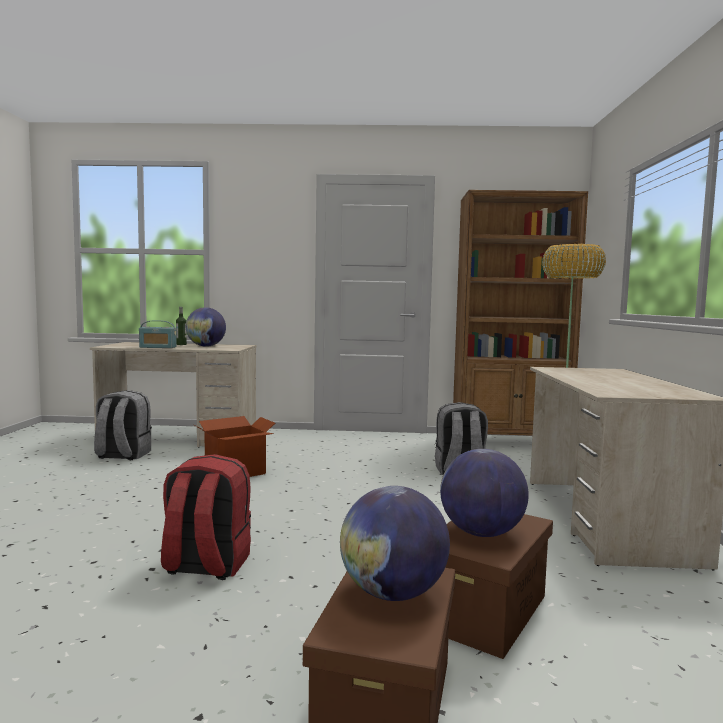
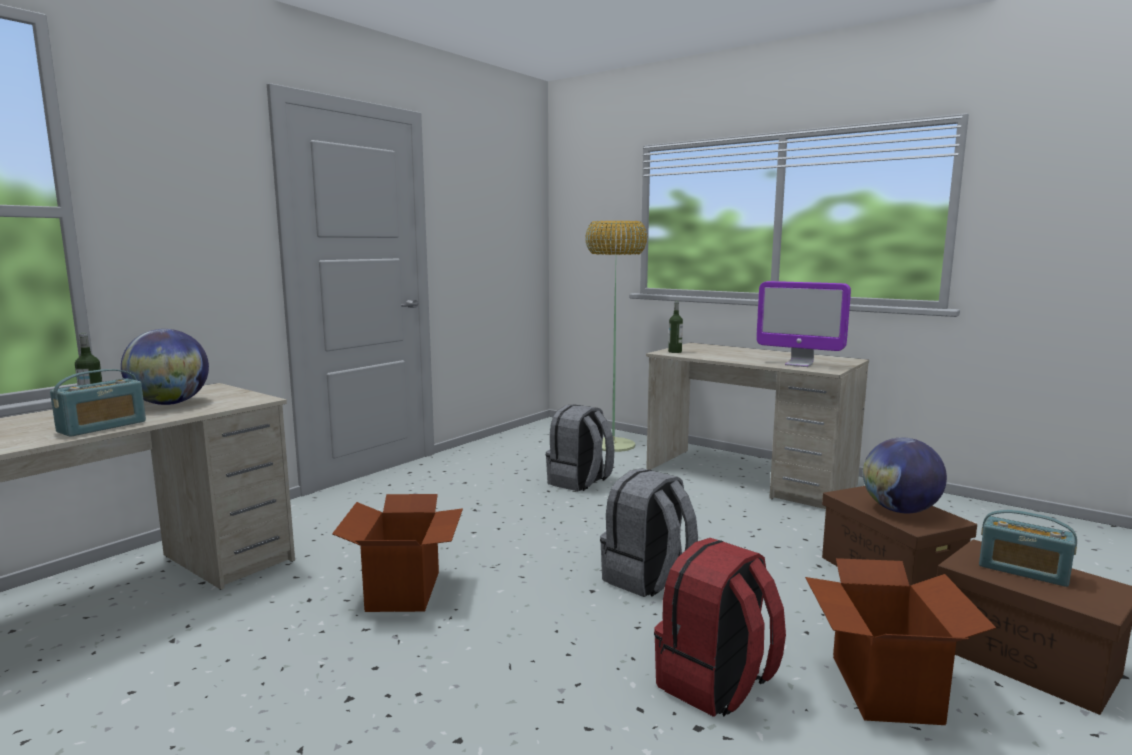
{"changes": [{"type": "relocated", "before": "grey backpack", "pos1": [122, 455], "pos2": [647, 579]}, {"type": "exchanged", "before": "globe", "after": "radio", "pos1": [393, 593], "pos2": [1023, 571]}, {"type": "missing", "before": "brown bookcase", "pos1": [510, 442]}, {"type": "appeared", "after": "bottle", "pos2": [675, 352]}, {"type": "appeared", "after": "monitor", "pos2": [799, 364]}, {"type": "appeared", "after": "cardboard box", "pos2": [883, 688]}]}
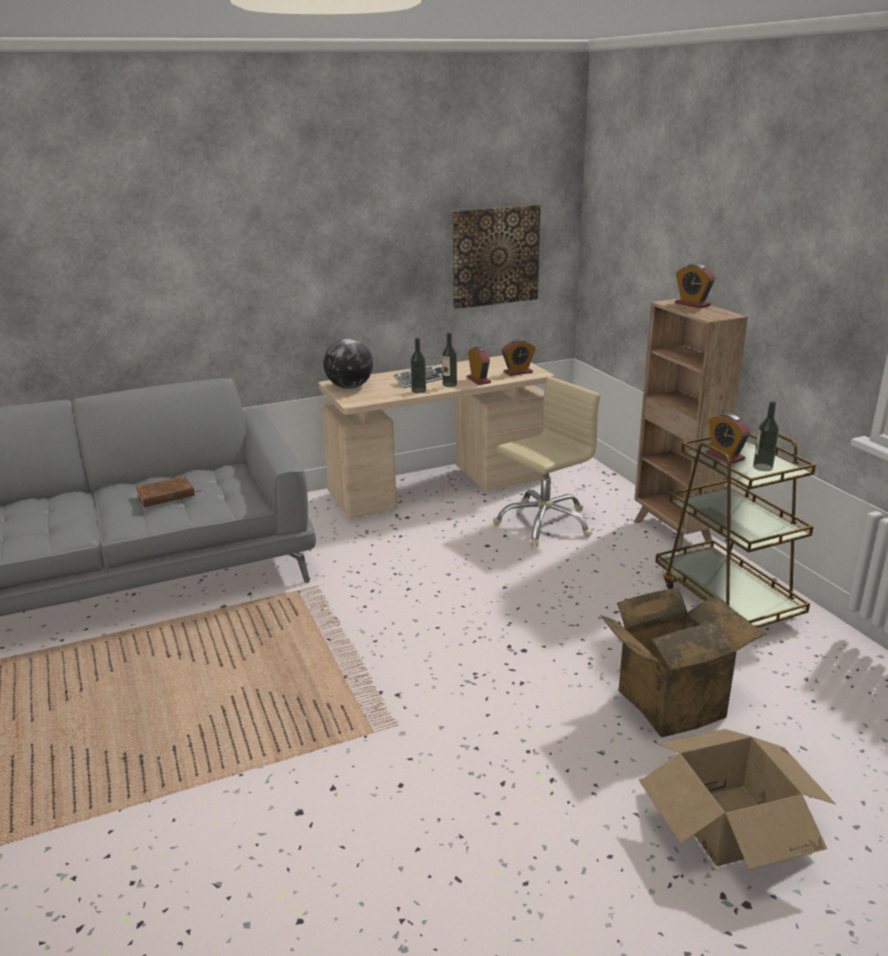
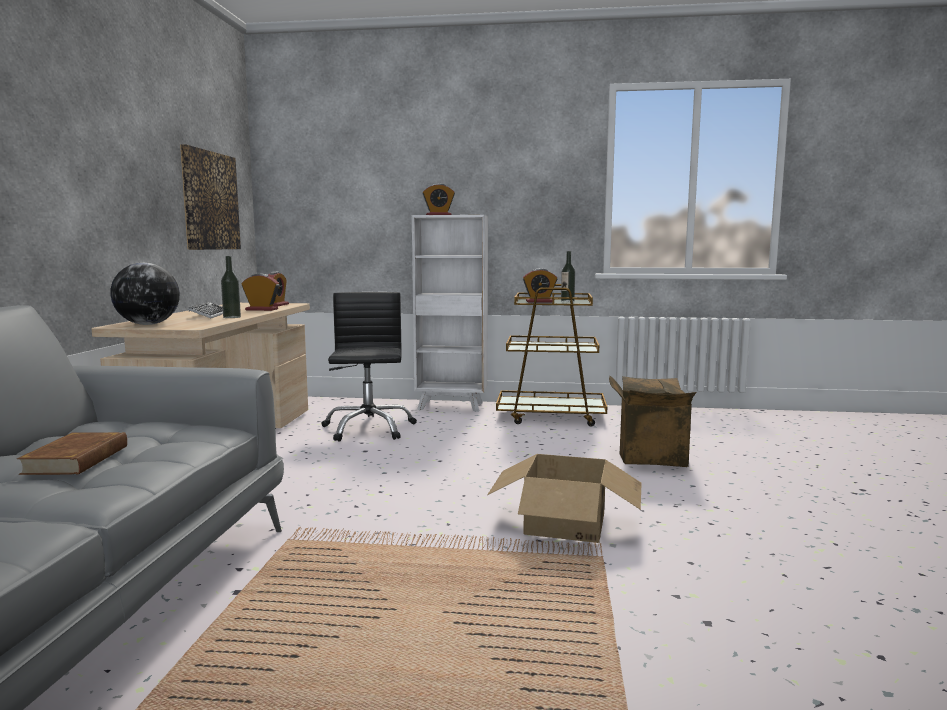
{"changes": [{"type": "missing", "before": "bottle", "pos1": [449, 384]}, {"type": "colour", "before": "beige office chair", "after": "black office chair", "pos1": [544, 523], "pos2": [368, 428]}, {"type": "colour", "before": "brown bookcase", "after": "white bookcase", "pos1": [673, 533], "pos2": [452, 406]}, {"type": "relocated", "before": "cardboard box", "pos1": [731, 823], "pos2": [565, 523]}]}
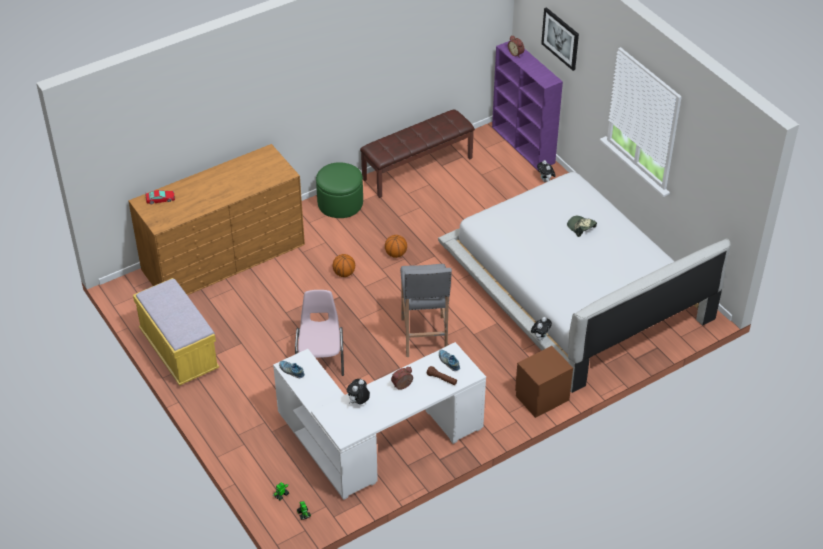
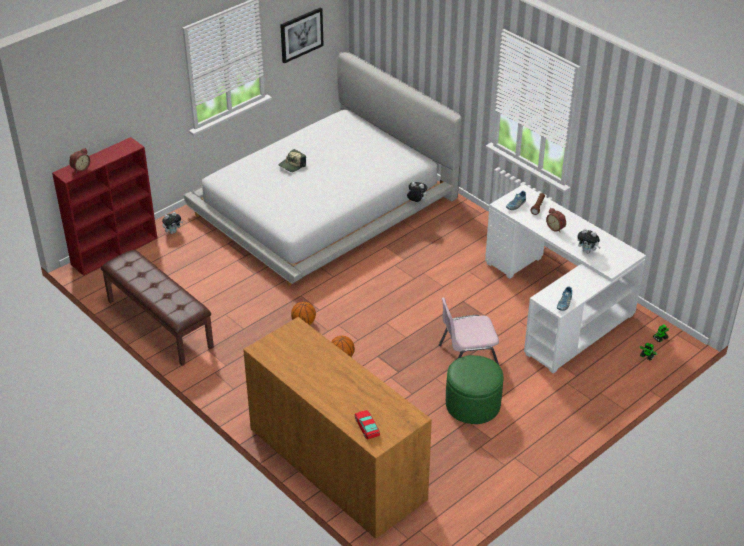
{"changes": [{"type": "missing", "before": "yellow bench", "pos1": [179, 351]}, {"type": "relocated", "before": "green ottoman", "pos1": [340, 203], "pos2": [473, 404]}, {"type": "missing", "before": "grey stool", "pos1": [424, 337]}, {"type": "colour", "before": "purple bookcase", "after": "red bookcase", "pos1": [523, 145], "pos2": [115, 250]}, {"type": "missing", "before": "brown nightstand", "pos1": [541, 397]}, {"type": "relocated", "before": "picture", "pos1": [560, 38], "pos2": [301, 34]}]}
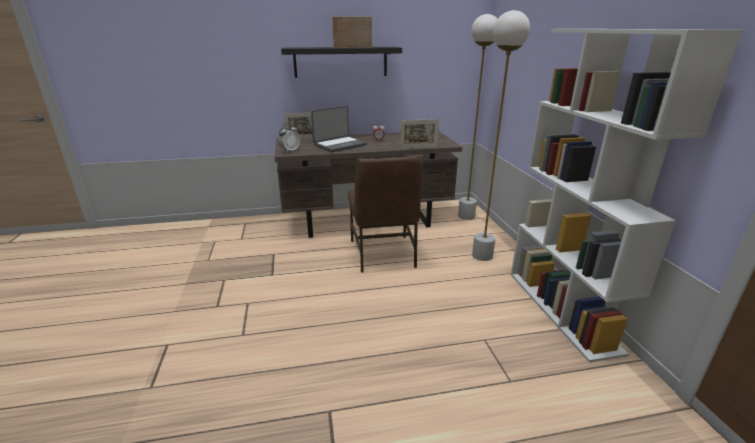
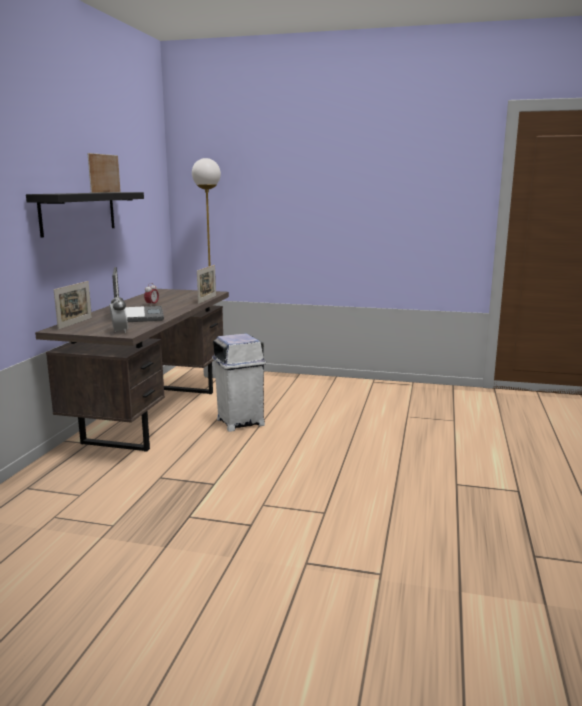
{"changes": [{"type": "exchanged", "before": "brown chair", "after": "white trash can", "pos1": [383, 254], "pos2": [240, 422]}, {"type": "missing", "before": "white floor lamp", "pos1": [482, 256]}, {"type": "missing", "before": "white bookcase", "pos1": [562, 310]}]}
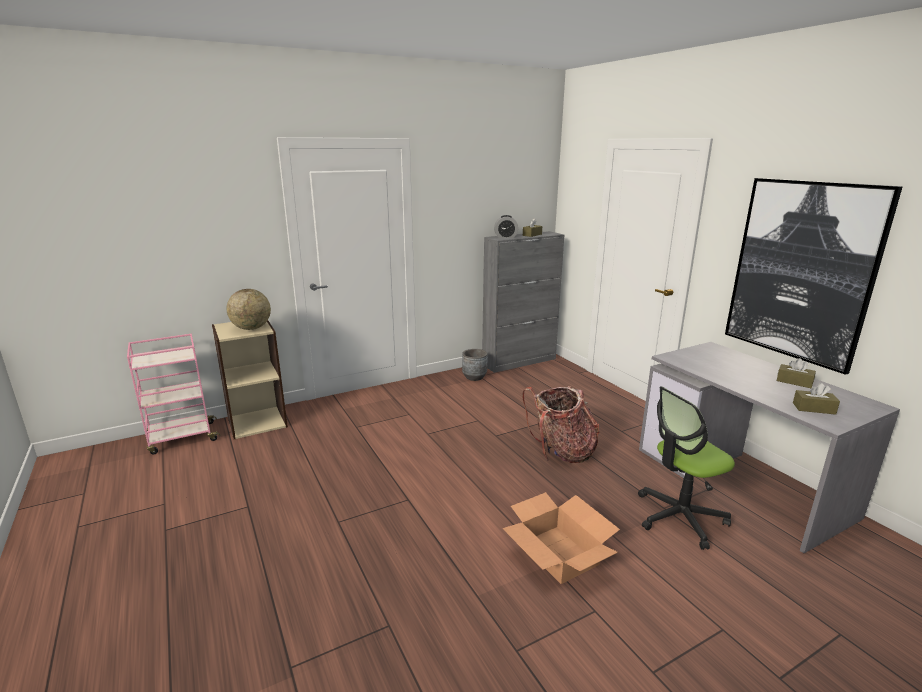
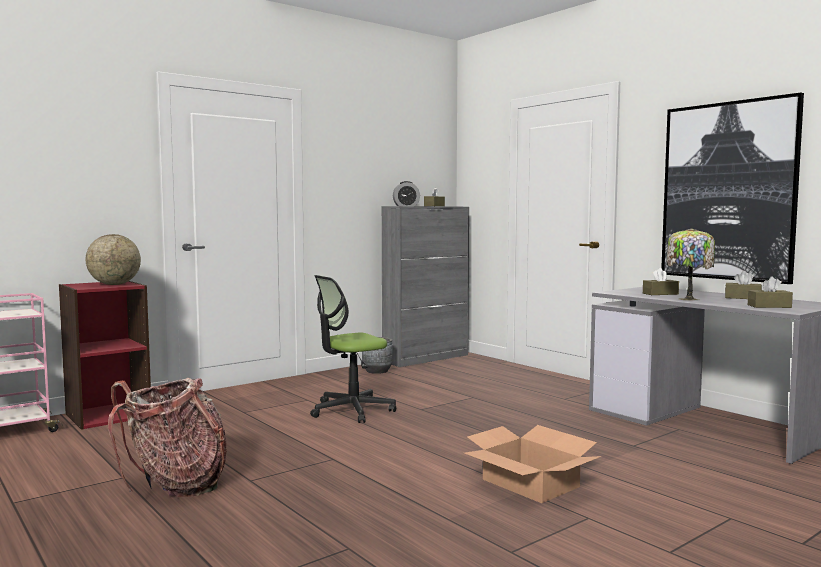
{"changes": [{"type": "colour", "before": "beige bookcase", "after": "red bookcase", "pos1": [257, 422], "pos2": [108, 415]}, {"type": "relocated", "before": "backpack", "pos1": [561, 452], "pos2": [175, 485]}, {"type": "relocated", "before": "office chair", "pos1": [679, 517], "pos2": [351, 410]}, {"type": "appeared", "after": "brown tissue box", "pos2": [660, 294]}, {"type": "appeared", "after": "table lamp", "pos2": [687, 299]}]}
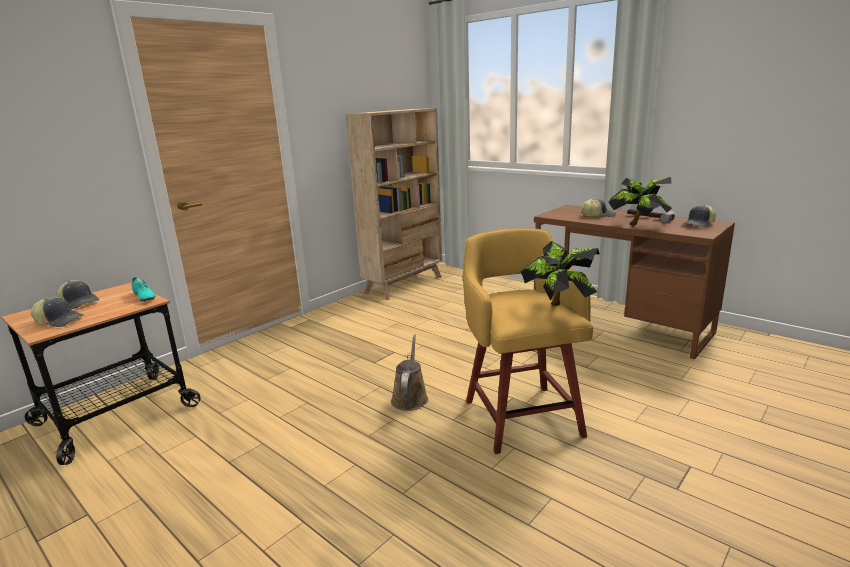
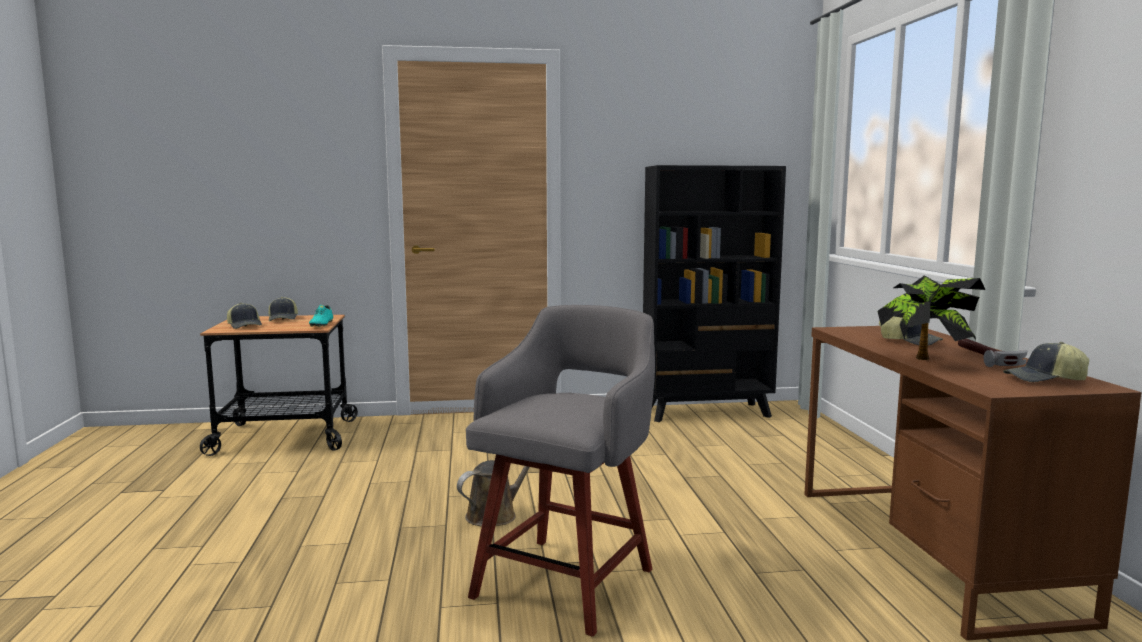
{"changes": [{"type": "colour", "before": "beige bookcase", "after": "black bookcase", "pos1": [404, 284], "pos2": [707, 412]}, {"type": "colour", "before": "yellow stool", "after": "grey stool", "pos1": [521, 415], "pos2": [567, 580]}, {"type": "missing", "before": "potted plant", "pos1": [558, 308]}]}
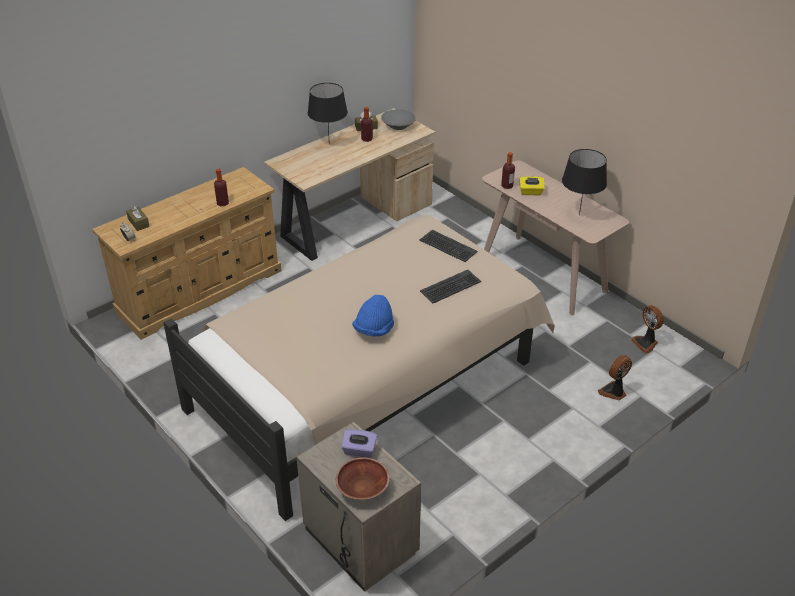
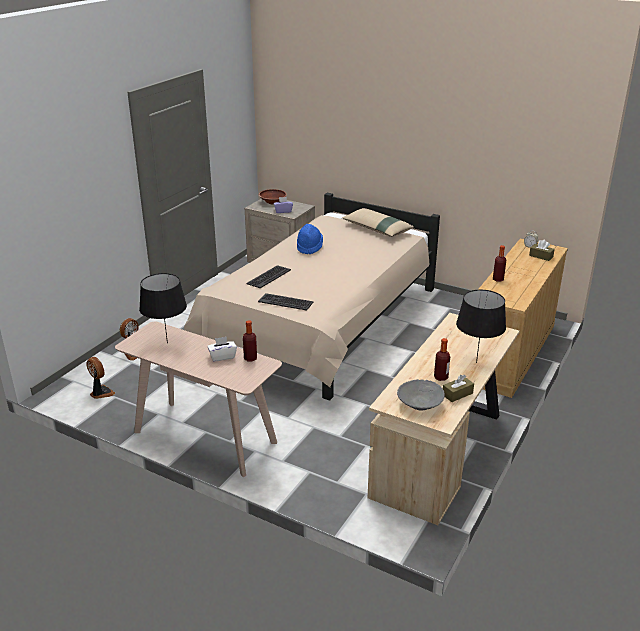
{"changes": [{"type": "colour", "before": "yellow tissue box", "after": "white tissue box", "pos1": [531, 192], "pos2": [222, 356]}, {"type": "appeared", "after": "beige pillow", "pos2": [376, 229]}]}
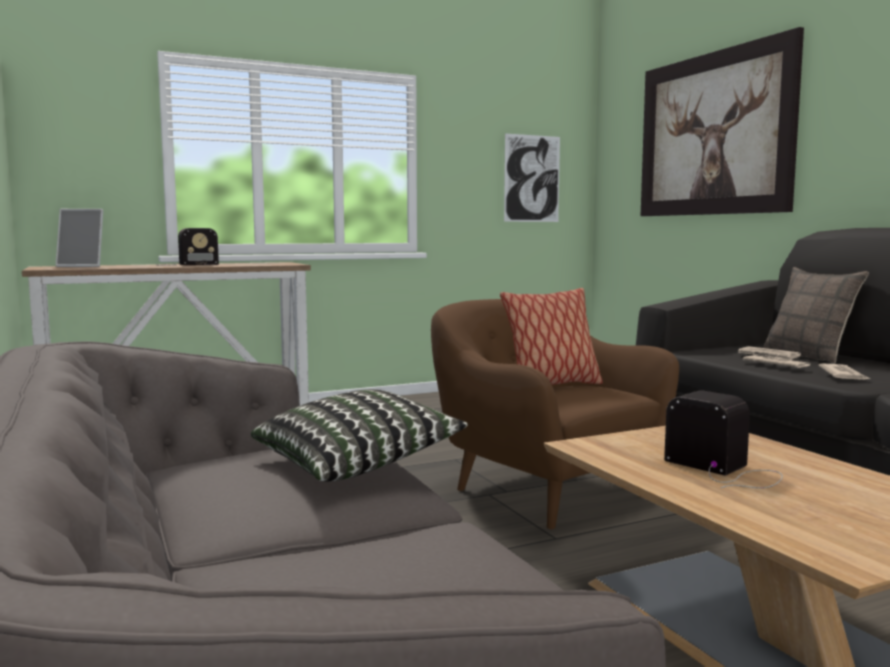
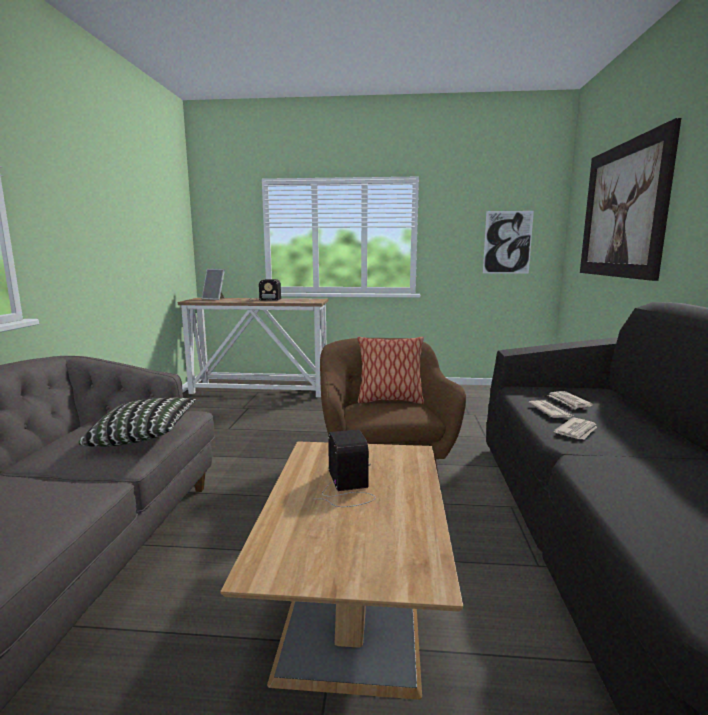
{"changes": [{"type": "missing", "before": "pillow", "pos1": [809, 355]}]}
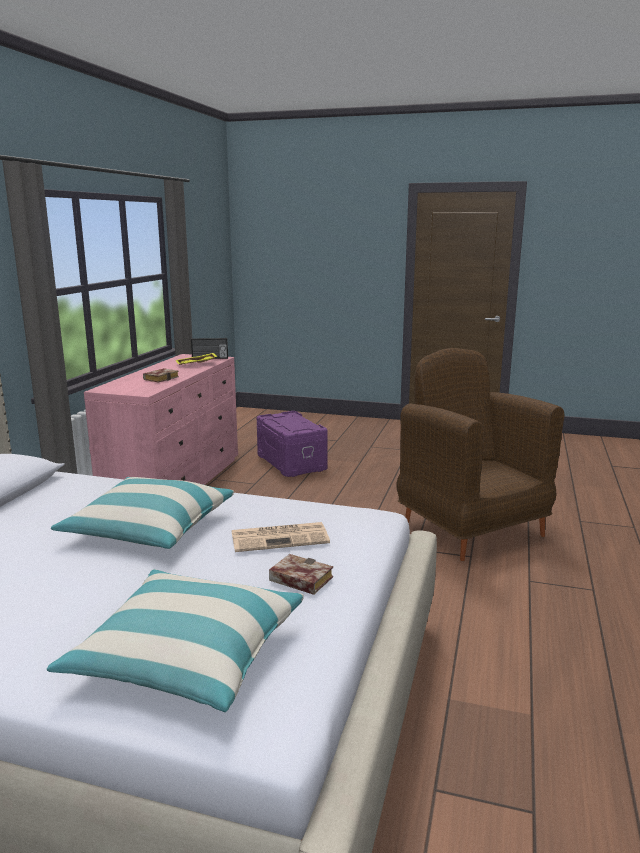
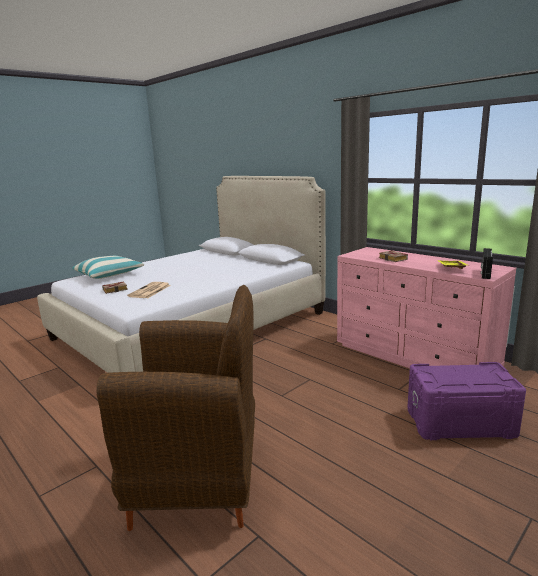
{"changes": [{"type": "missing", "before": "pillow", "pos1": [149, 528]}]}
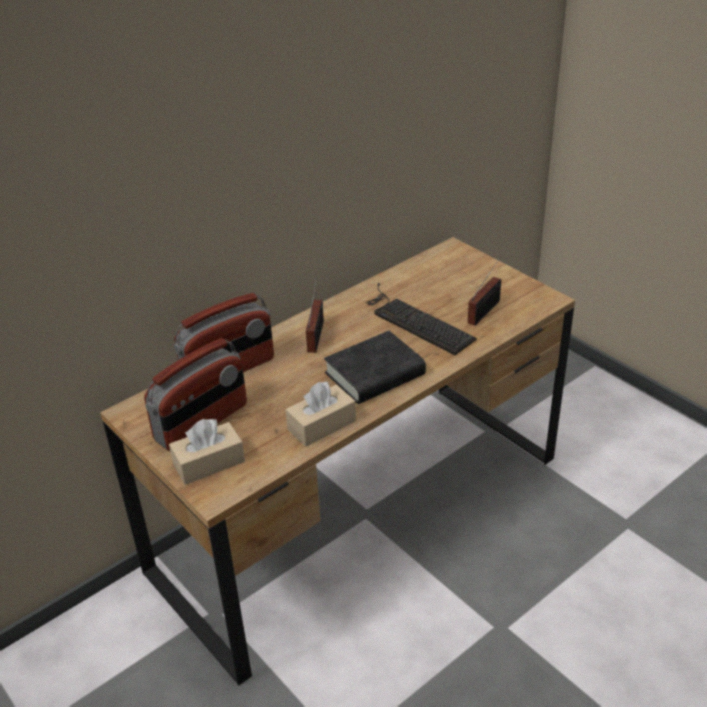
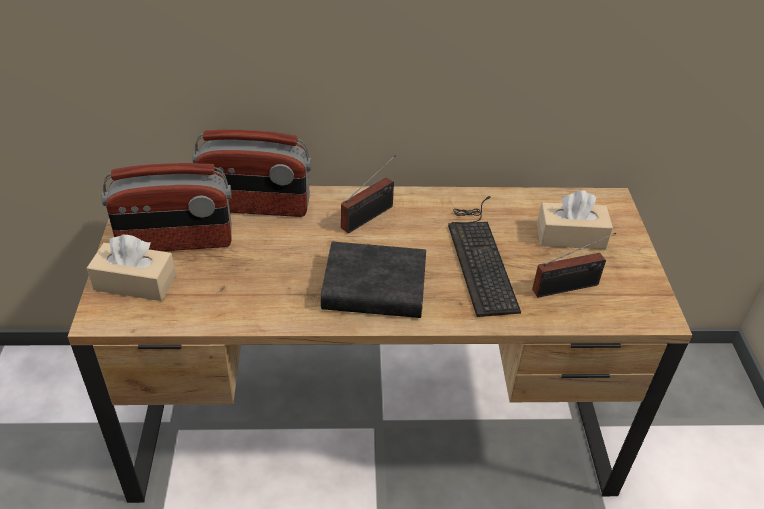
{"changes": [{"type": "relocated", "before": "beige tissue box", "pos1": [321, 425], "pos2": [570, 236]}]}
